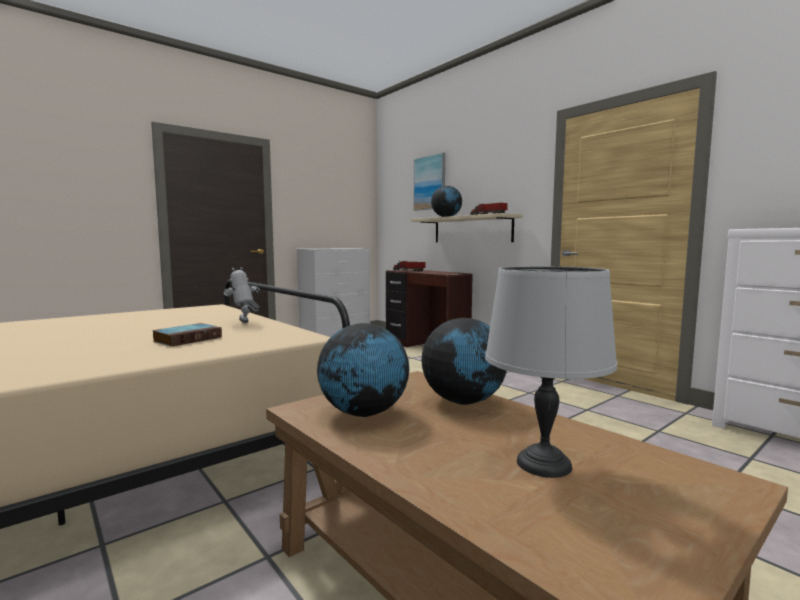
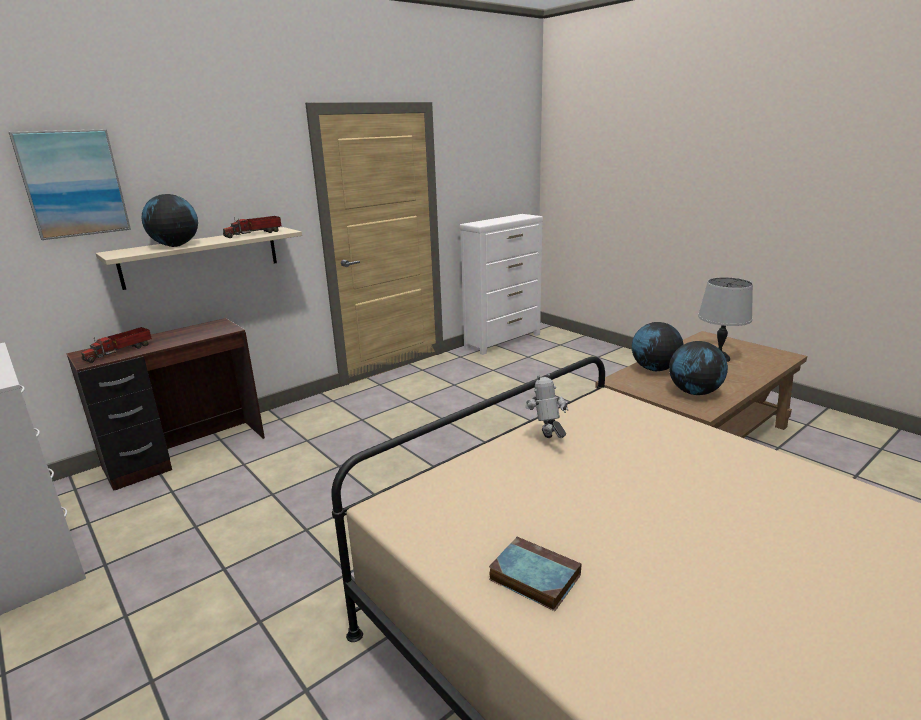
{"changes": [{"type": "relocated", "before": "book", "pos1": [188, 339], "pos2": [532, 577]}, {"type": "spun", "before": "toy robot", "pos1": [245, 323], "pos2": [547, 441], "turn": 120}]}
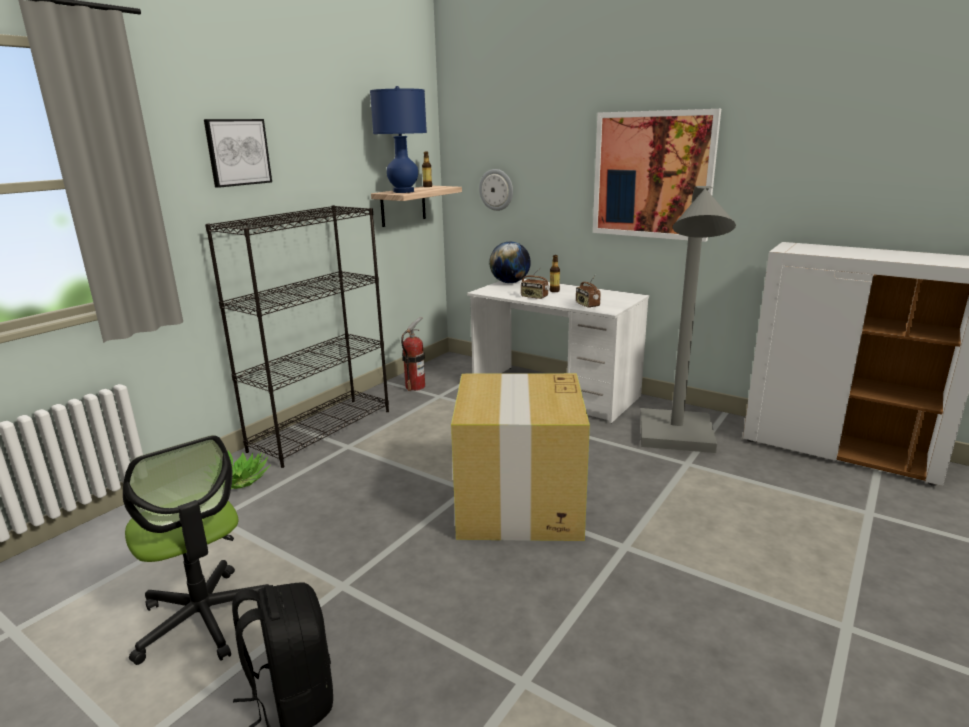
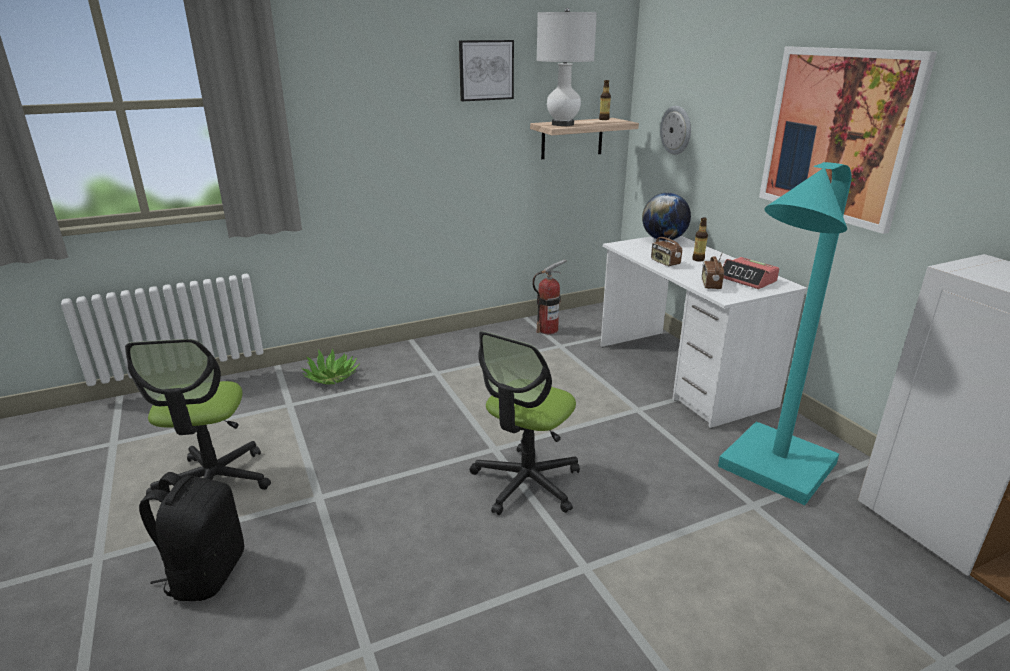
{"changes": [{"type": "relocated", "before": "picture", "pos1": [238, 152], "pos2": [486, 70]}, {"type": "missing", "before": "black bookcase", "pos1": [322, 430]}, {"type": "colour", "before": "blue table lamp", "after": "white table lamp", "pos1": [403, 192], "pos2": [562, 124]}, {"type": "exchanged", "before": "cardboard box", "after": "office chair", "pos1": [519, 505], "pos2": [526, 483]}, {"type": "colour", "before": "grey floor lamp", "after": "turquoise floor lamp", "pos1": [676, 440], "pos2": [770, 473]}, {"type": "appeared", "after": "alarm clock", "pos2": [748, 279]}]}
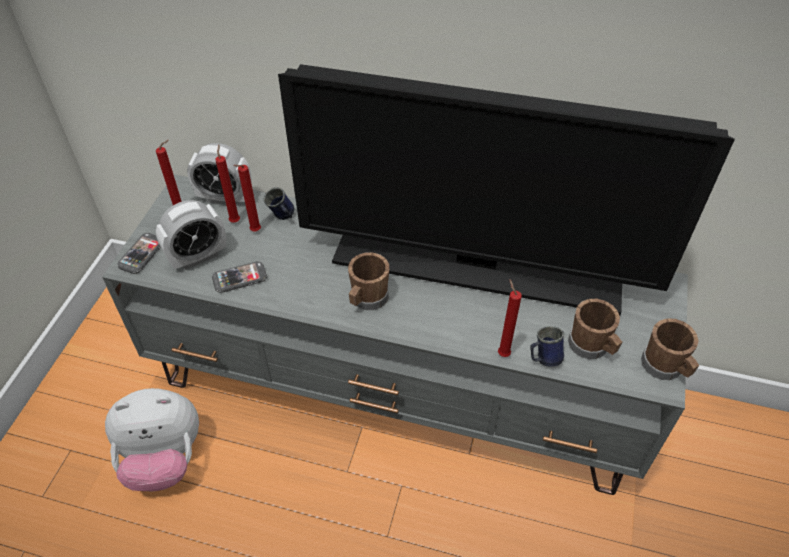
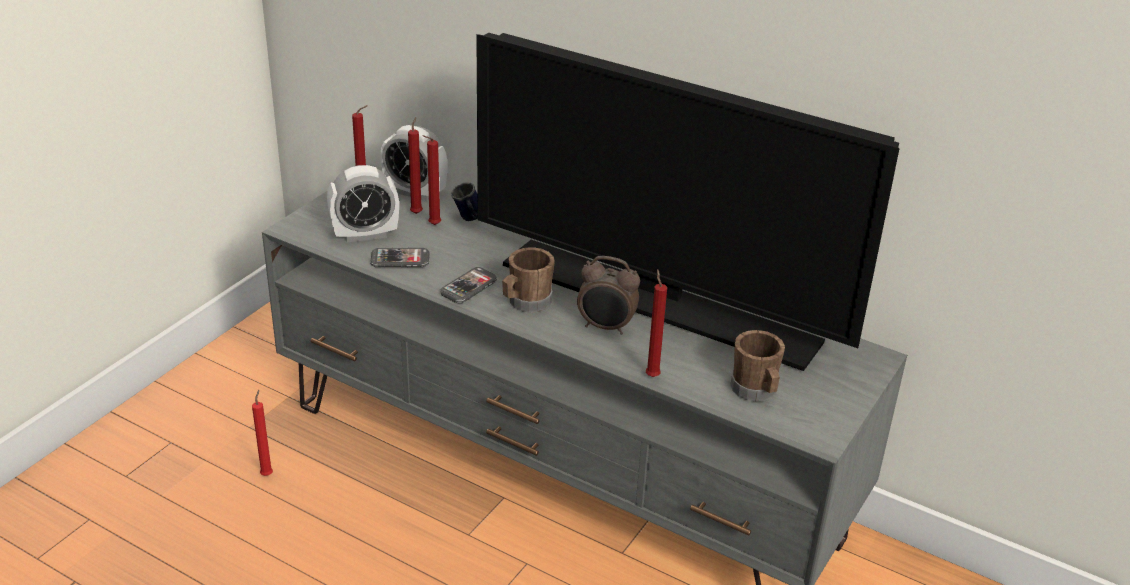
{"changes": [{"type": "exchanged", "before": "plush toy", "after": "red candle", "pos1": [164, 459], "pos2": [267, 474]}, {"type": "relocated", "before": "phone", "pos1": [141, 254], "pos2": [468, 287]}, {"type": "missing", "before": "blue mug", "pos1": [543, 358]}, {"type": "missing", "before": "brown mug", "pos1": [665, 367]}, {"type": "appeared", "after": "alarm clock", "pos2": [606, 327]}]}
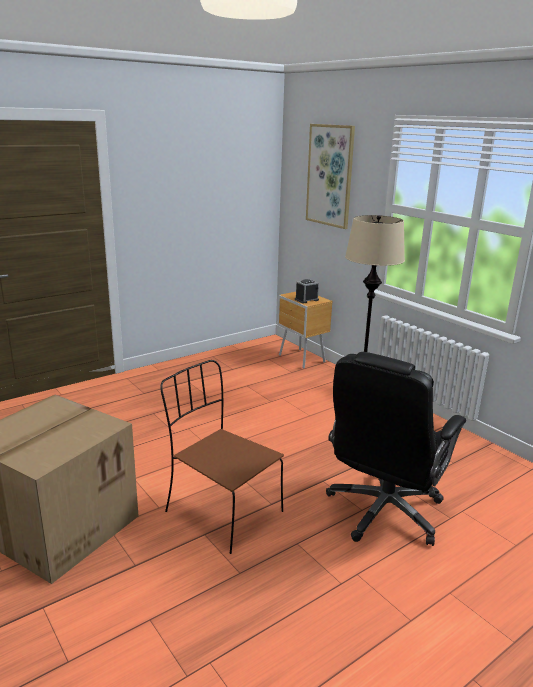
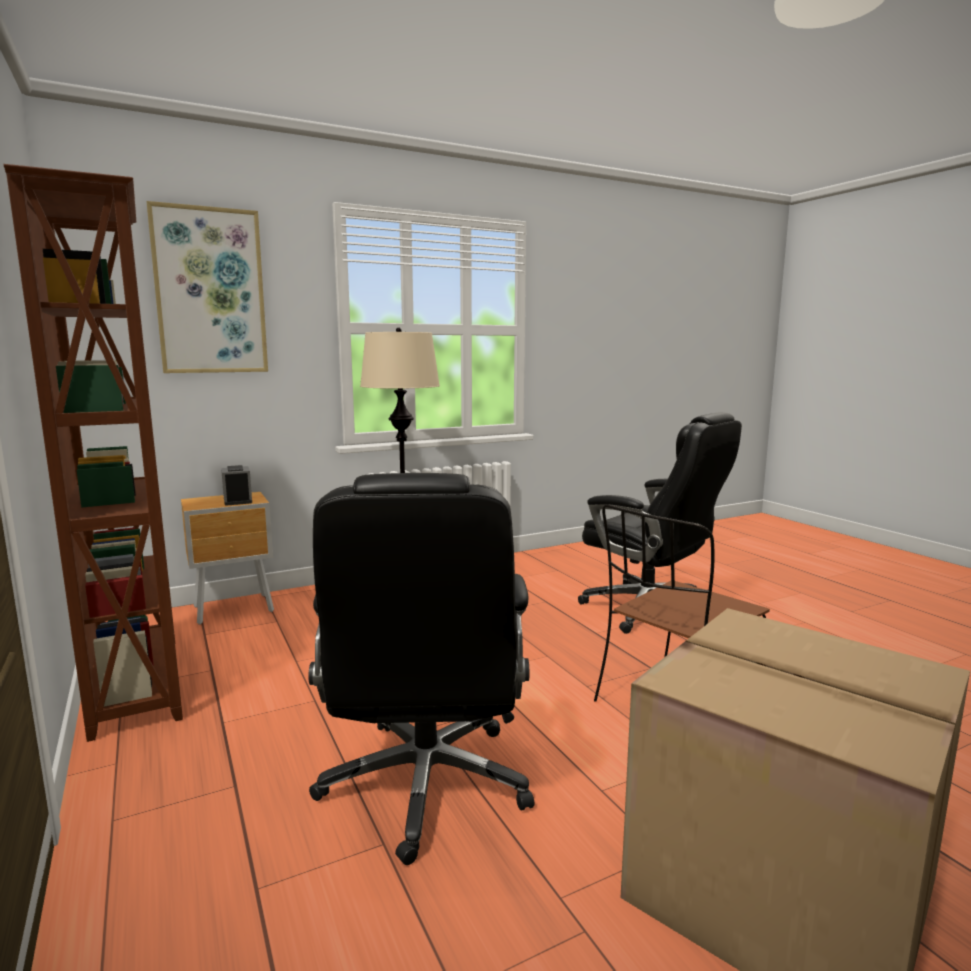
{"changes": [{"type": "appeared", "after": "brown bookcase", "pos2": [139, 683]}, {"type": "appeared", "after": "black office chair", "pos2": [425, 785]}]}
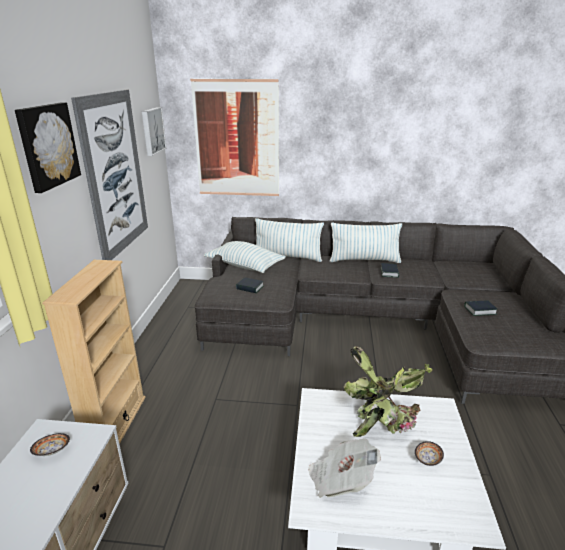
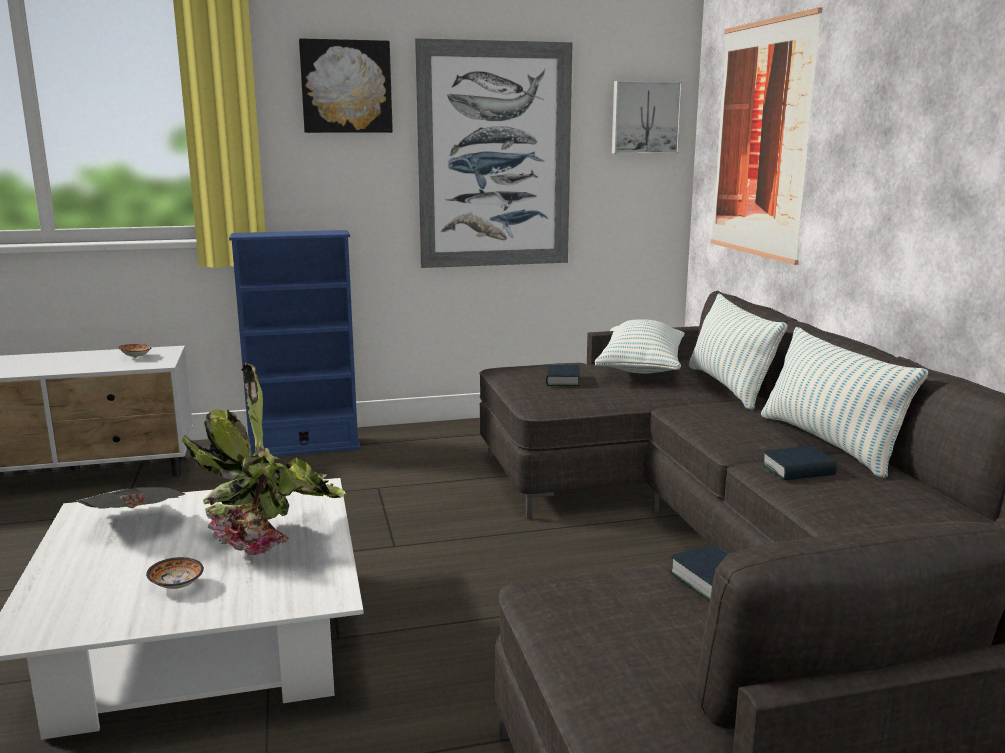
{"changes": [{"type": "colour", "before": "beige bookcase", "after": "blue bookcase", "pos1": [116, 424], "pos2": [304, 447]}]}
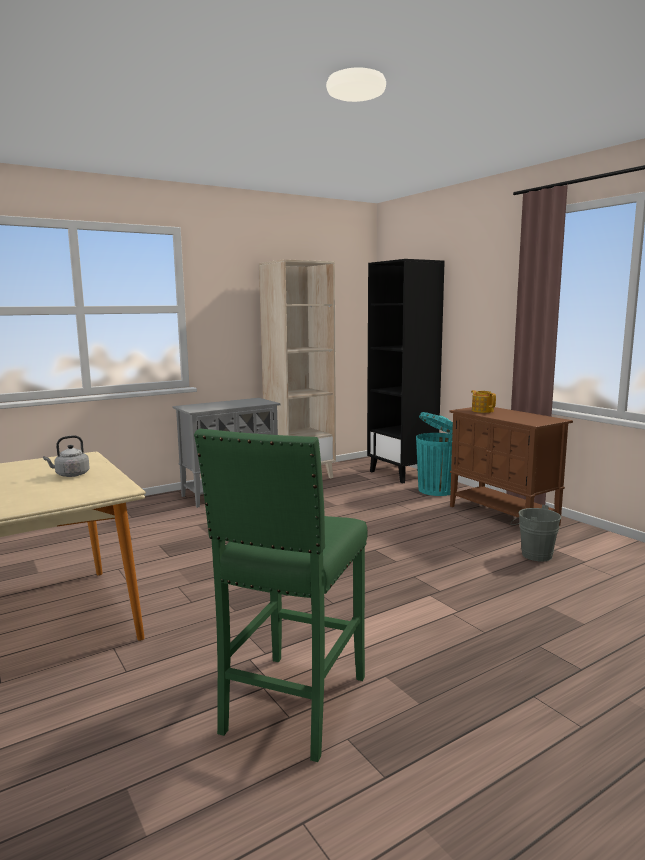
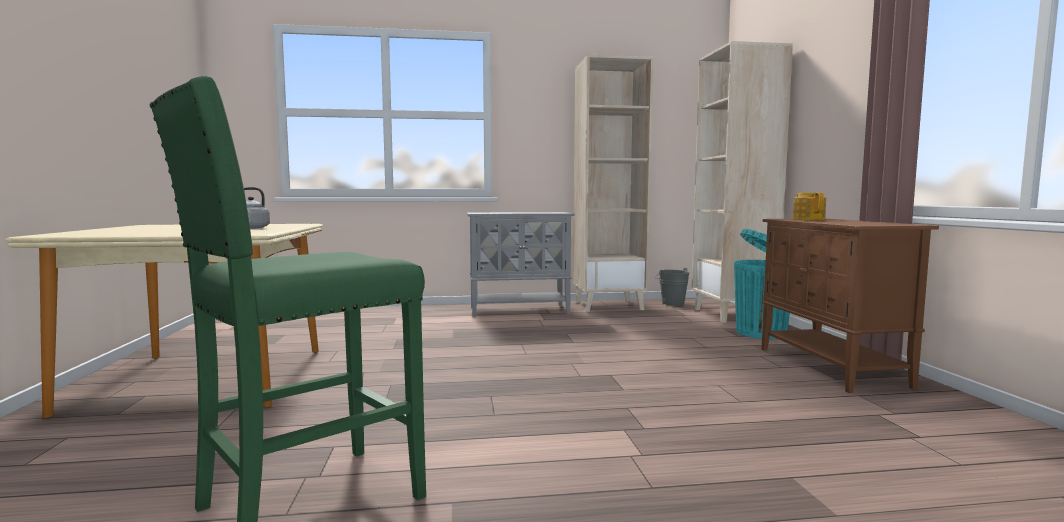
{"changes": [{"type": "colour", "before": "black bookcase", "after": "beige bookcase", "pos1": [402, 474], "pos2": [733, 315]}, {"type": "relocated", "before": "grey bucket", "pos1": [533, 554], "pos2": [671, 303]}]}
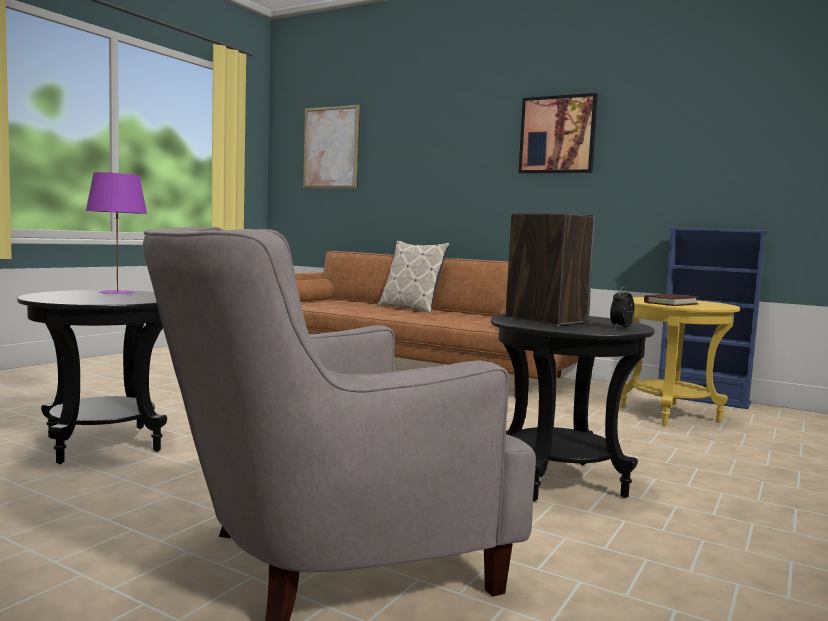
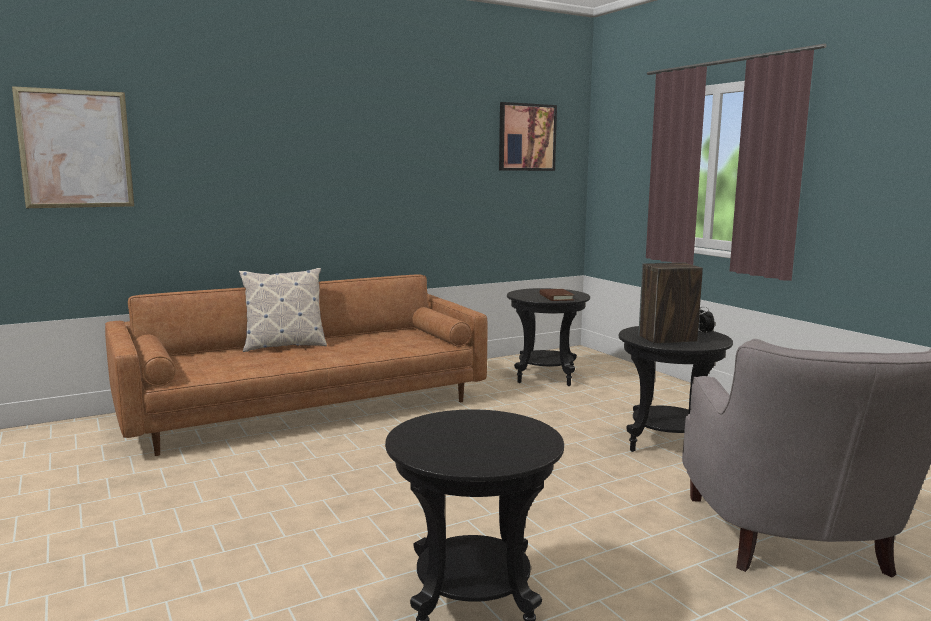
{"changes": [{"type": "missing", "before": "purple table lamp", "pos1": [118, 292]}, {"type": "relocated", "before": "picture", "pos1": [557, 135], "pos2": [526, 137]}, {"type": "colour", "before": "yellow side table", "after": "black side table", "pos1": [669, 414], "pos2": [545, 377]}, {"type": "missing", "before": "blue bookcase", "pos1": [702, 399]}]}
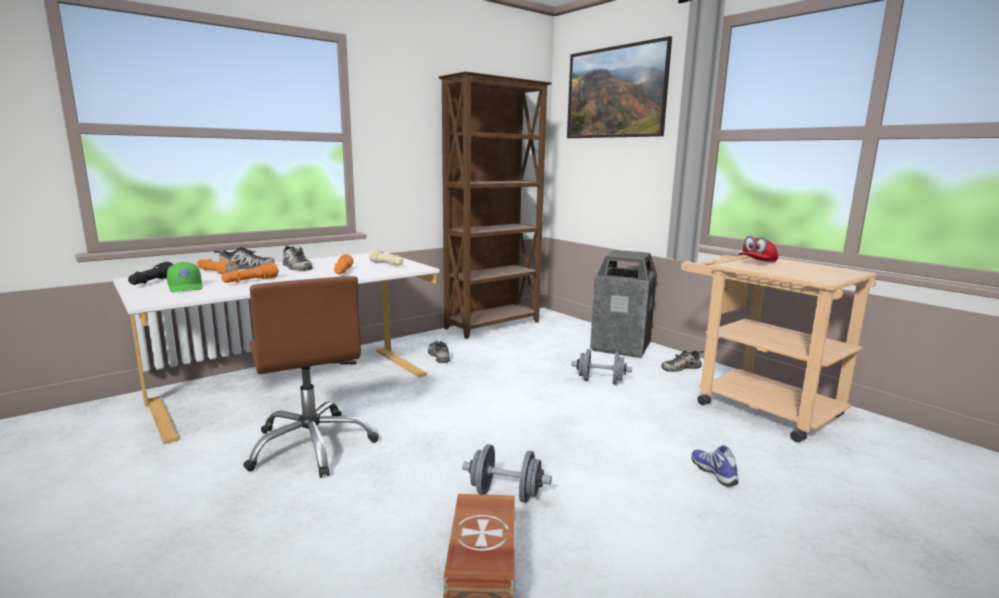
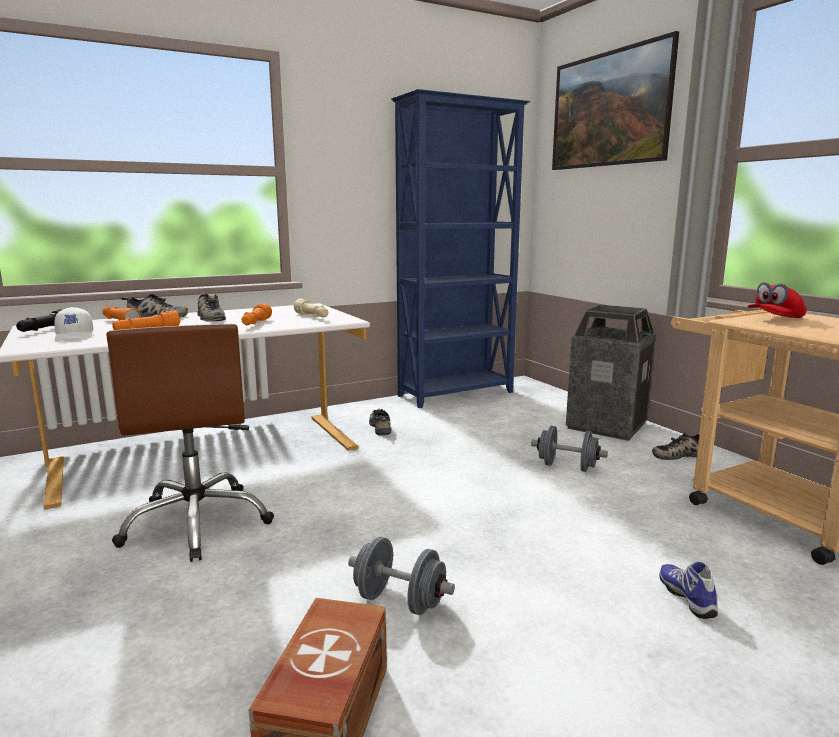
{"changes": [{"type": "colour", "before": "green cap", "after": "white cap", "pos1": [186, 287], "pos2": [75, 336]}, {"type": "colour", "before": "brown bookcase", "after": "blue bookcase", "pos1": [494, 325], "pos2": [457, 394]}]}
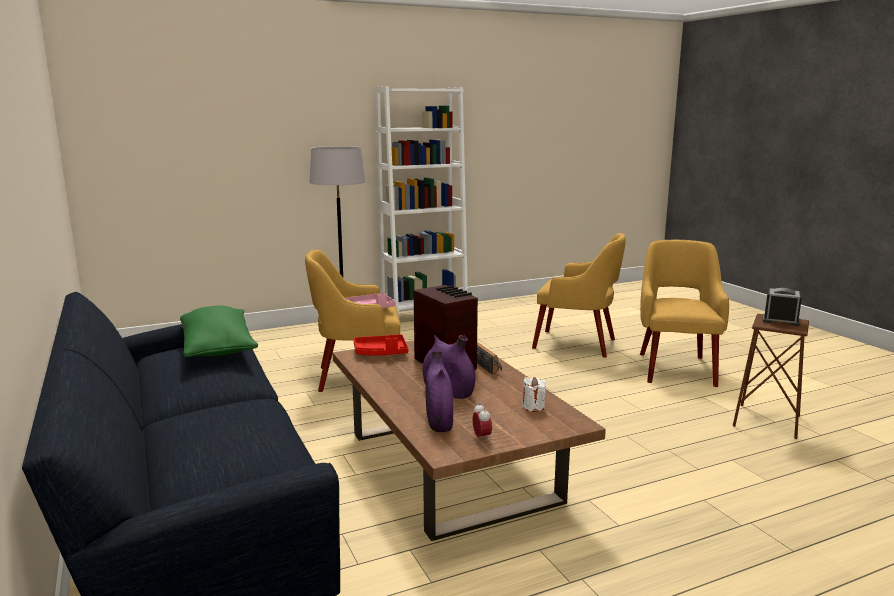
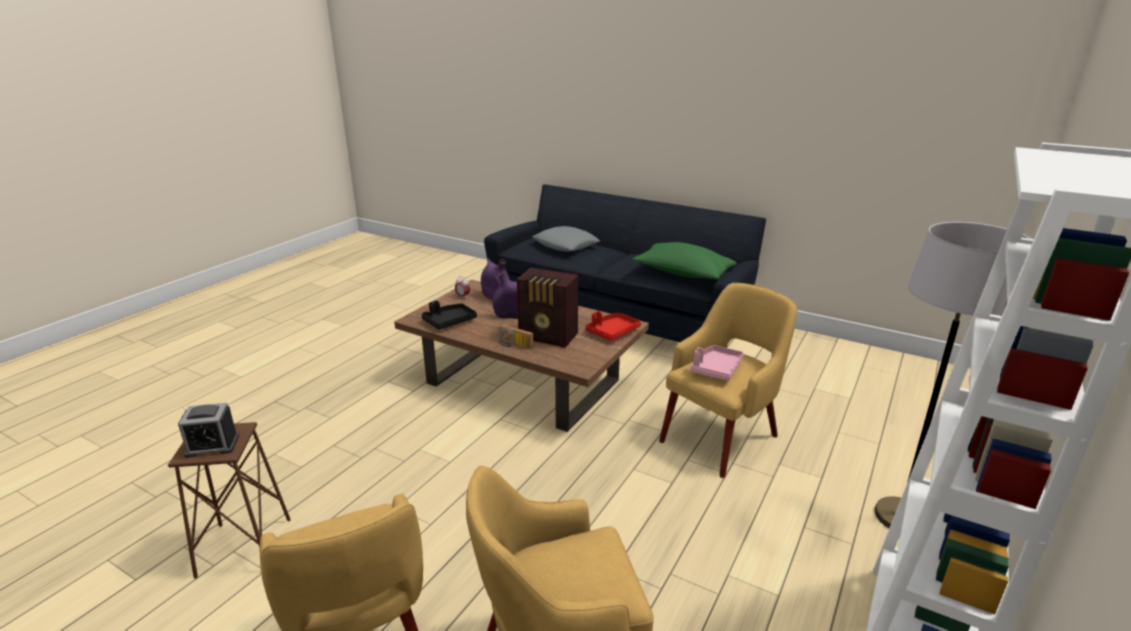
{"changes": [{"type": "exchanged", "before": "white candle", "after": "black tray", "pos1": [533, 407], "pos2": [449, 322]}, {"type": "appeared", "after": "grey pillow", "pos2": [565, 245]}]}
